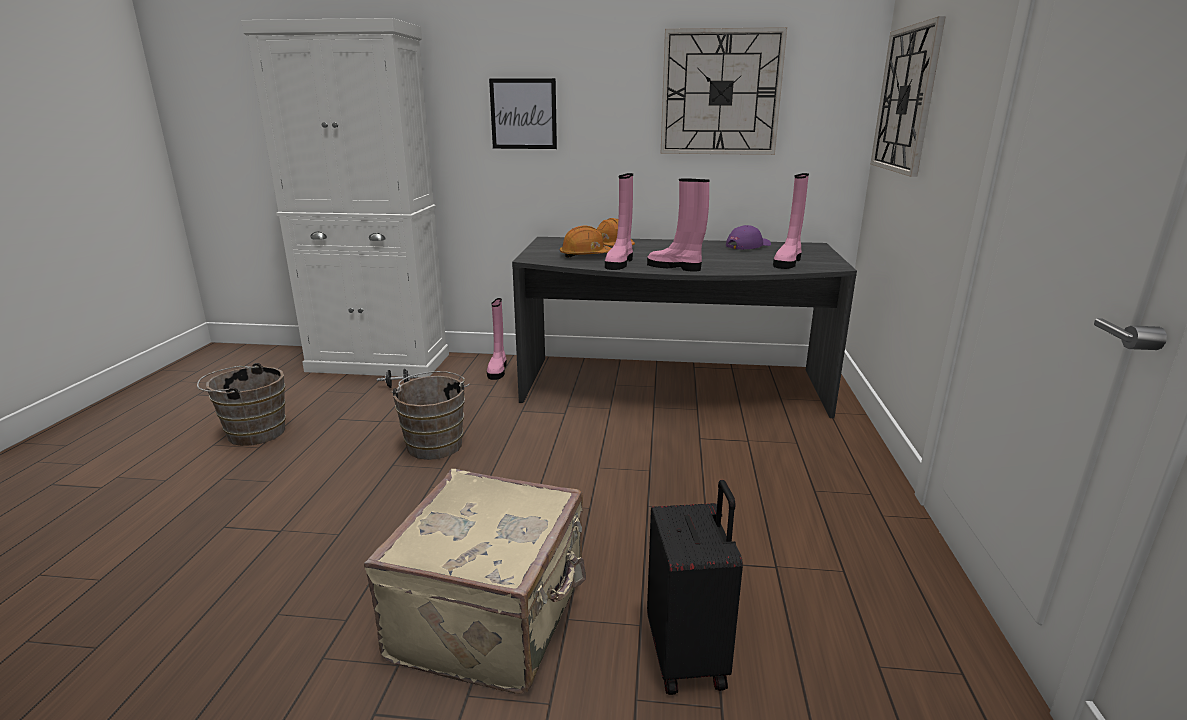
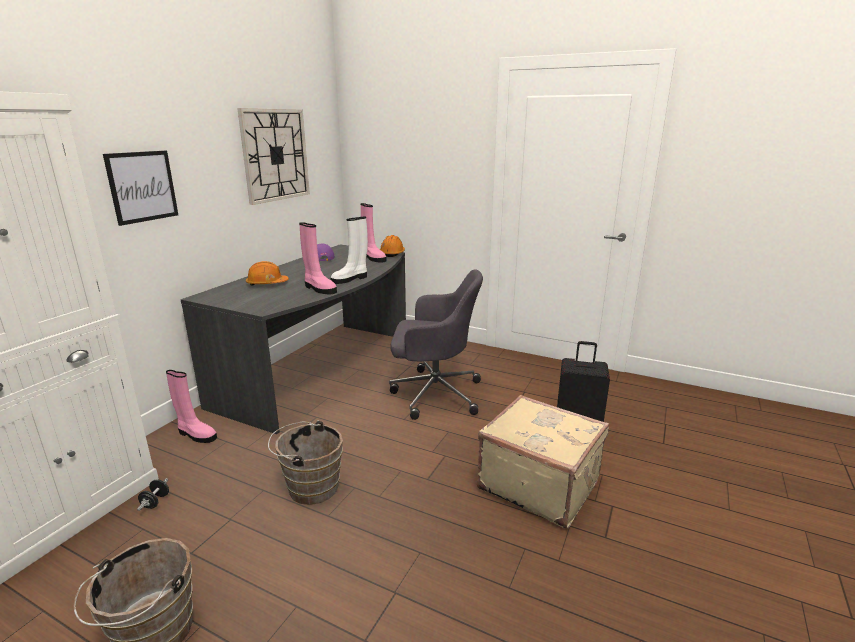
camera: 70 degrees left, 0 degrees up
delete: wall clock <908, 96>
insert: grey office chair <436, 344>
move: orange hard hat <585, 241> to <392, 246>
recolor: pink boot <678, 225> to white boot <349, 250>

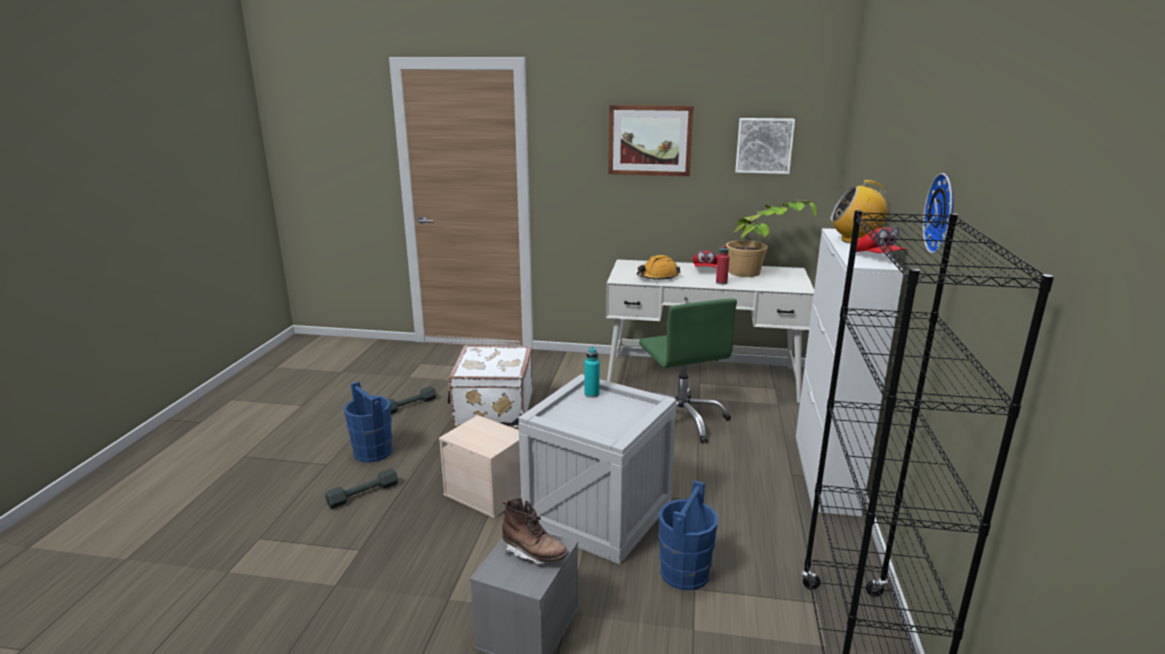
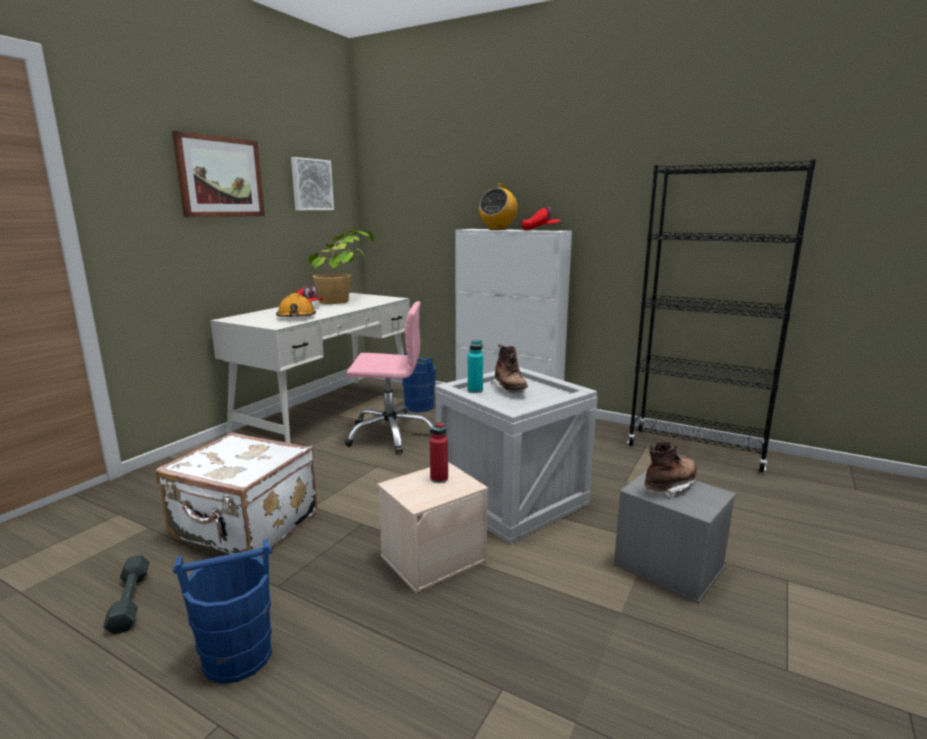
camera: 70 degrees left, 5 degrees down
delete: grey dumbbell <361, 488>; wall clock <938, 213>
insert: brown boot <509, 368>
move: blue bucket <688, 535> to <419, 382>; red bottle <722, 265> to <439, 452>
recolor: green office chair <688, 371> to pink office chair <388, 377>

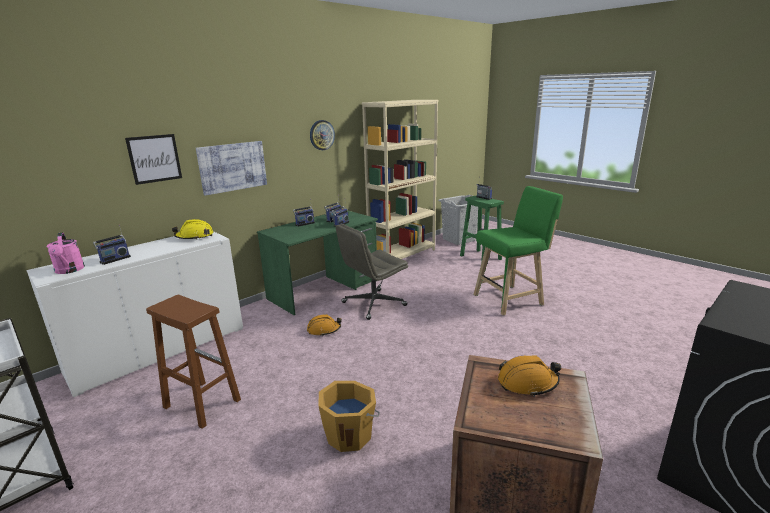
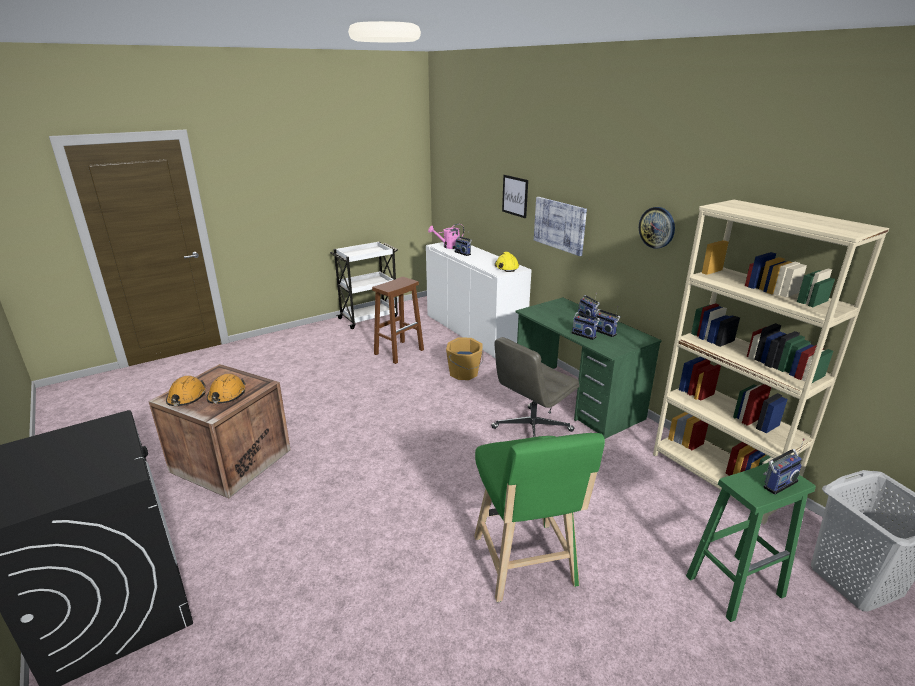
camera: 100 degrees right, 5 degrees up
move: orange hard hat <324, 325> to <186, 391>; orange bucket <349, 416> to <464, 358>
rotate: grey office chair <372, 272> = <535, 387> 105 degrees counterclockwise

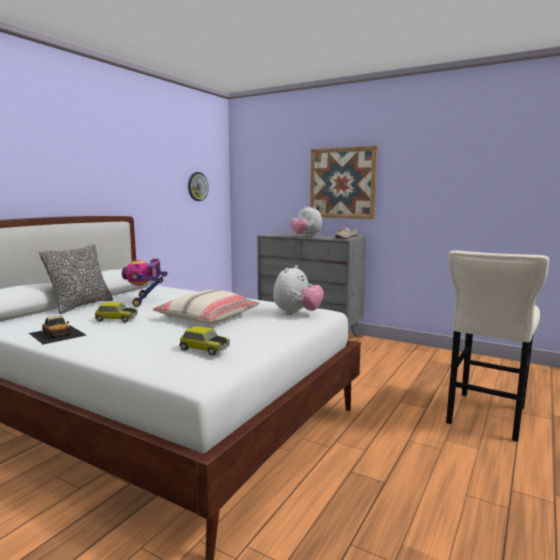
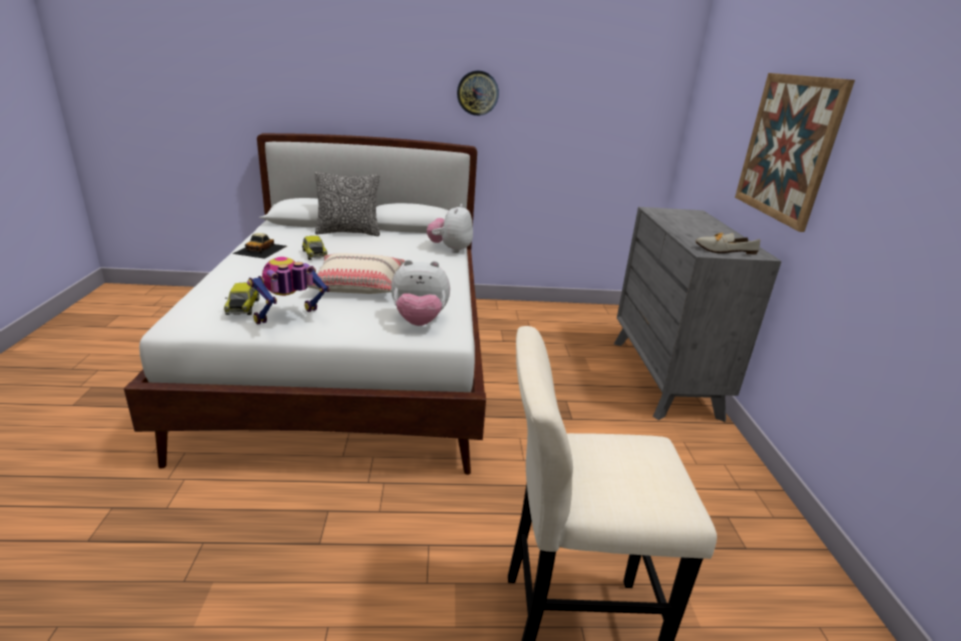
camera: 55 degrees right, 15 degrees up
move: toy robot <144, 282> to <288, 291>; plush toy <306, 221> to <450, 228>; wall clock <198, 186> to <478, 93>

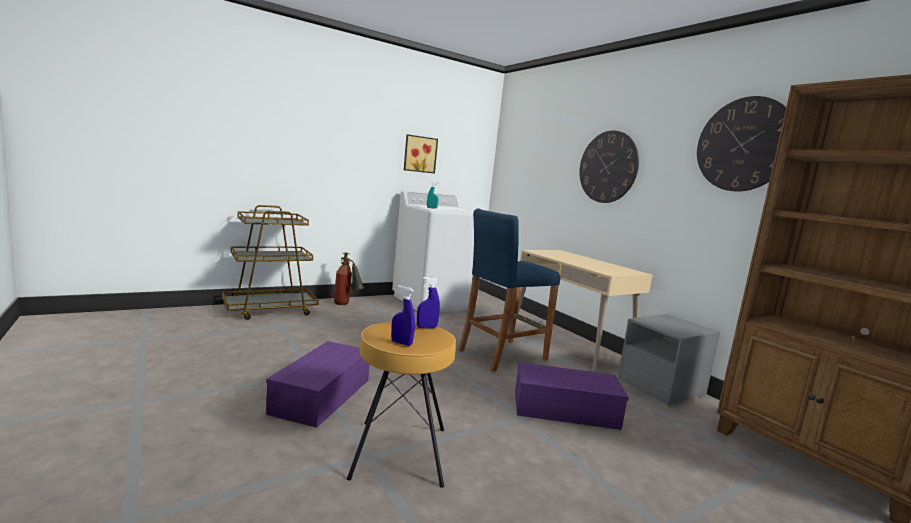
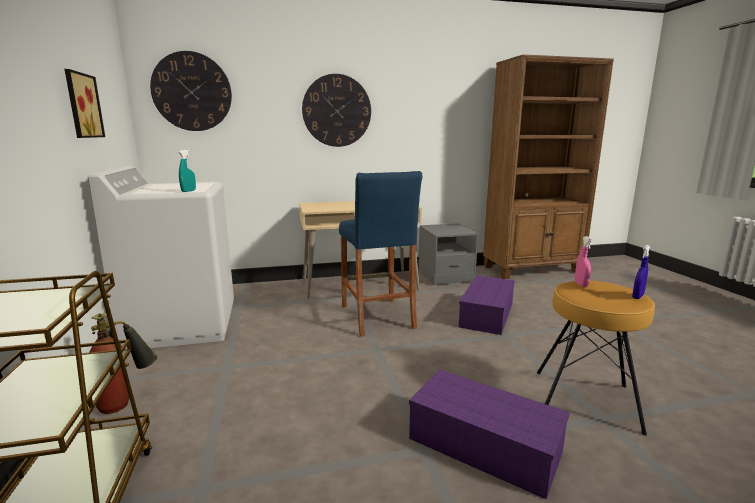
camera: 70 degrees left, 5 degrees up
move: wall clock <741, 143> to <191, 91>
recolor: blue spray bottle <428, 302> to pink spray bottle <584, 261>

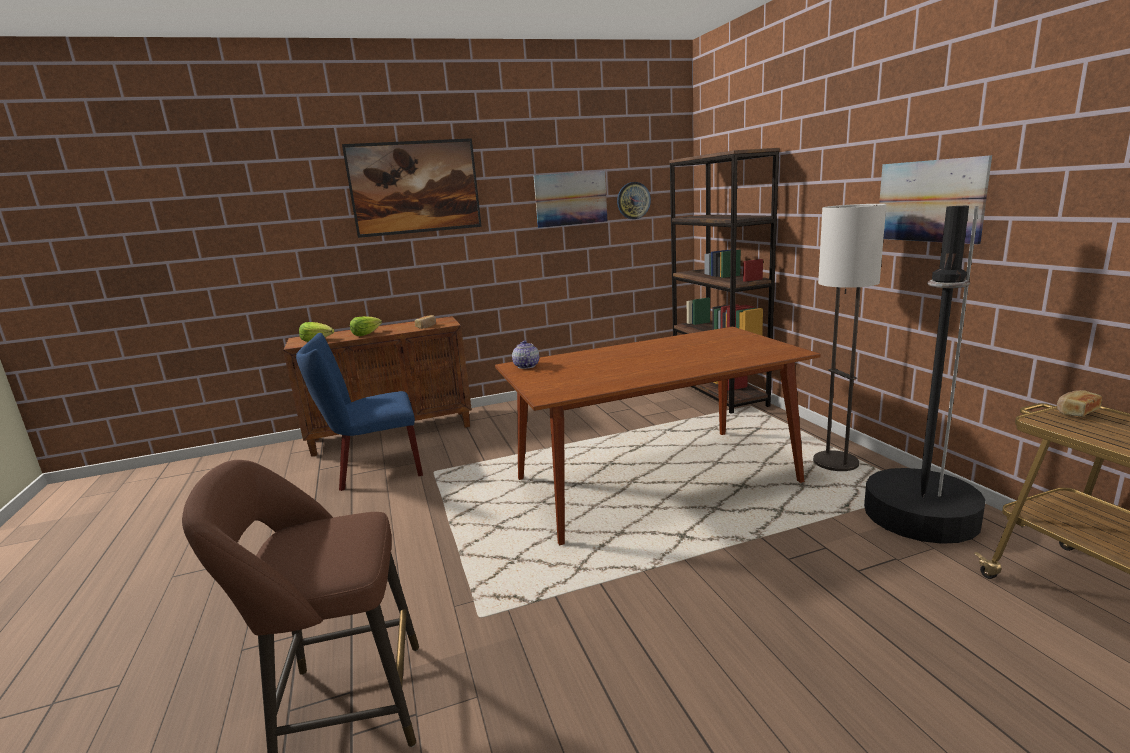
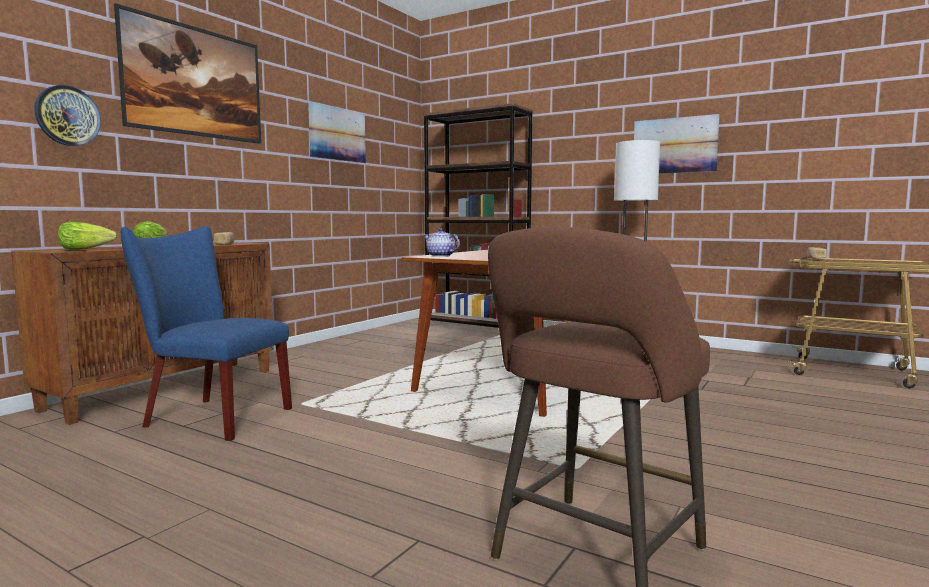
camera: 40 degrees left, 10 degrees down
delete: black floor lamp <925, 375>
move: wall clock <634, 200> to <67, 115>
rotate: blue chair <359, 412> = <206, 333> 75 degrees clockwise

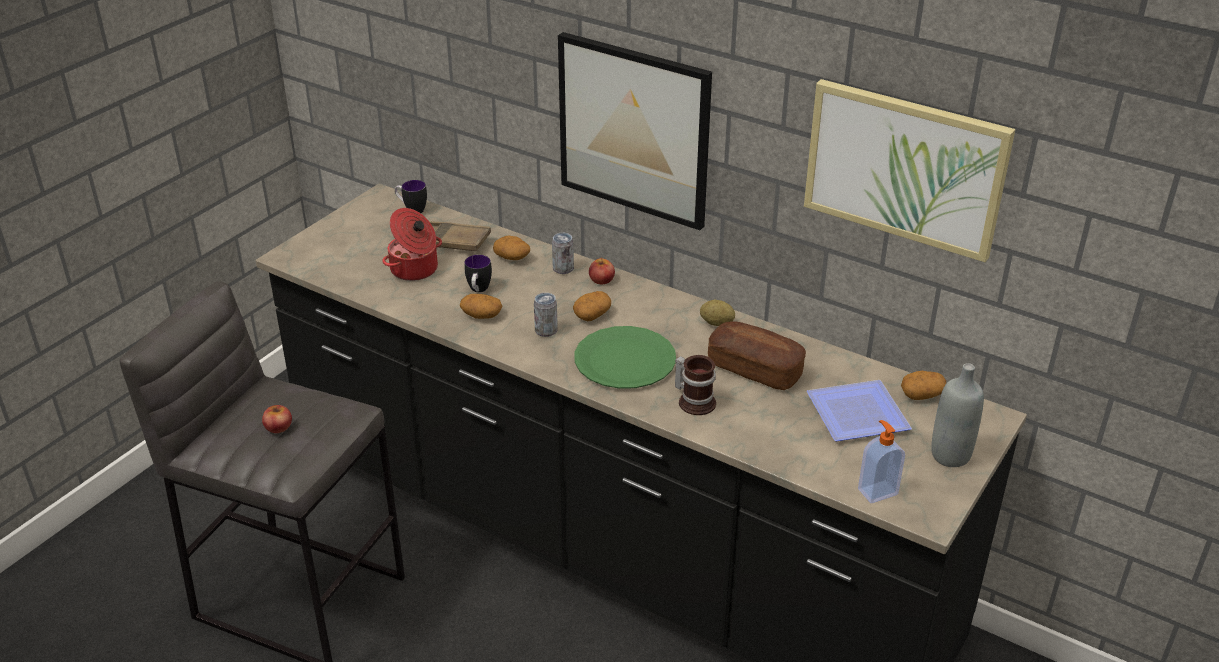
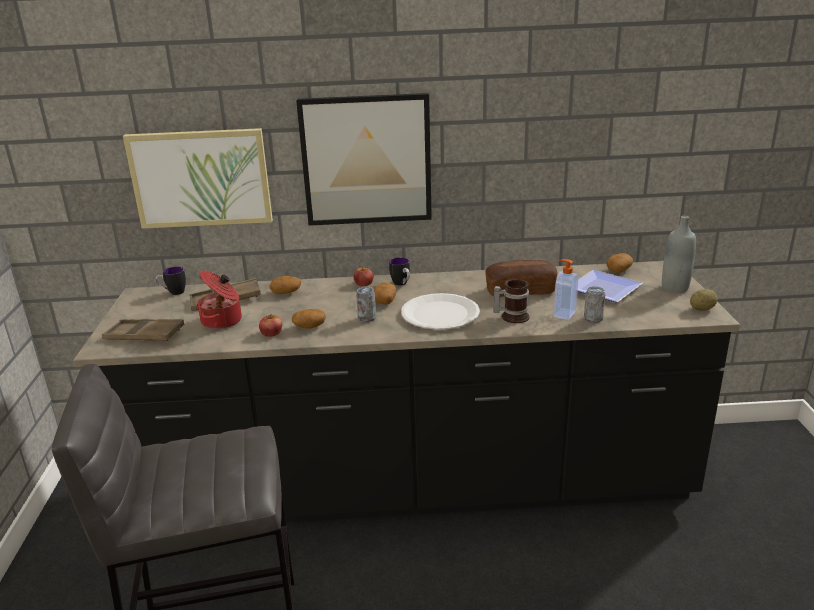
camera: 35 degrees left, 10 degrees down
insert: brown tray <143, 330>
move: picture <910, 170> to <198, 178>; apple <277, 419> to <270, 325>; mug <478, 273> to <399, 271>; soap dispenser <881, 461> to <565, 289>; can <563, 253> to <594, 304>; potato <717, 313> to <704, 300>
recolor: green plate <625, 357> to white plate <440, 311>

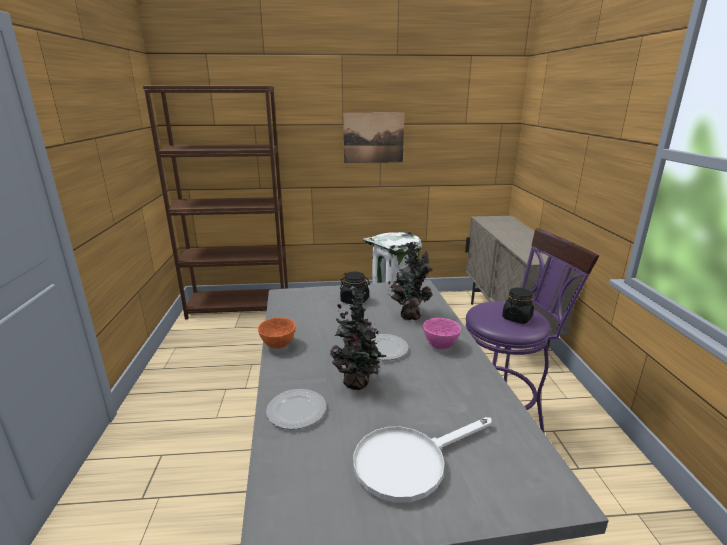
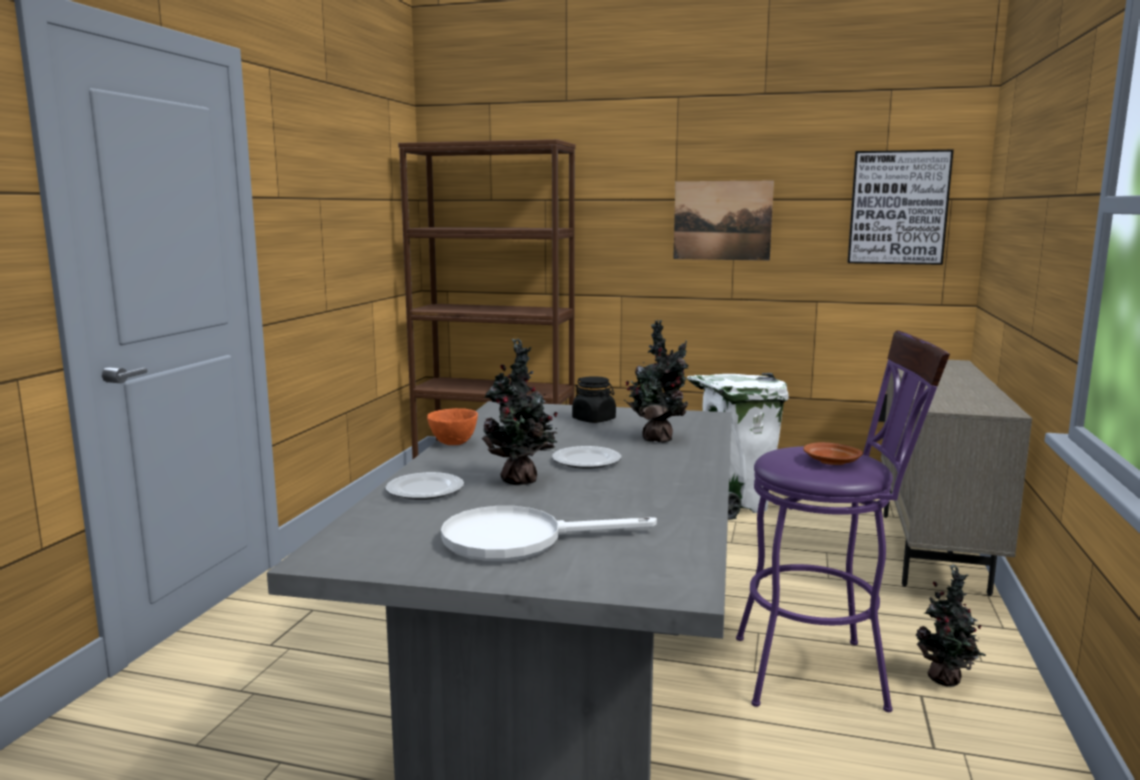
camera: 20 degrees right, 10 degrees down
delete: pink bowl <442, 333>
insert: picture <900, 207>; potted plant <951, 625>
replace: black jar <518, 305> to brown plate <833, 453>

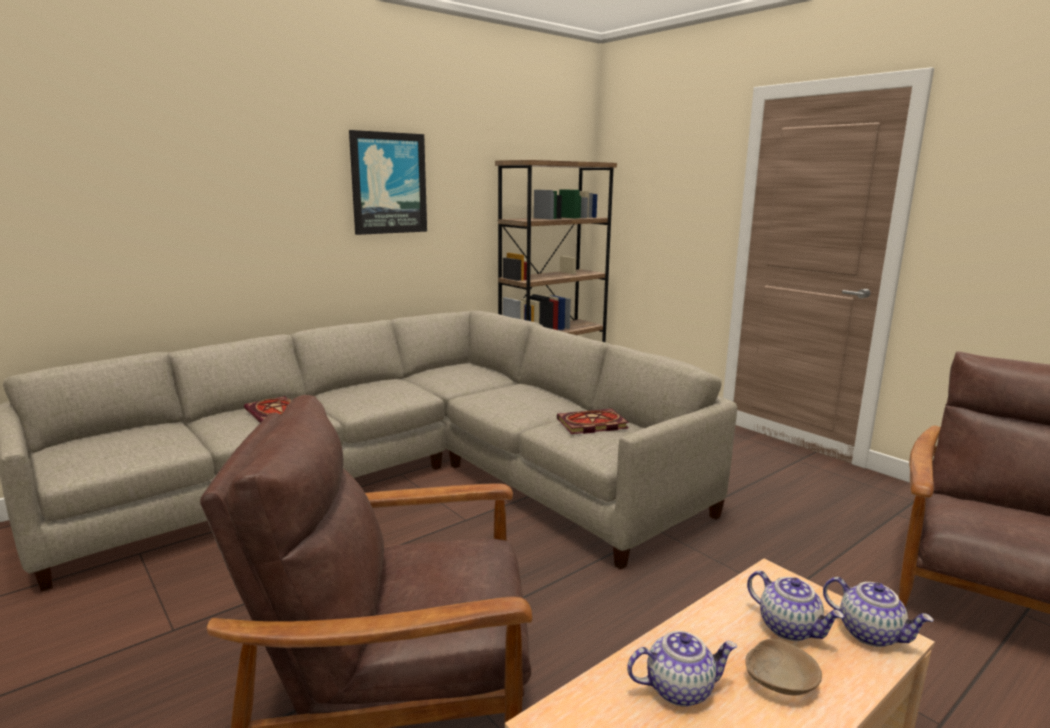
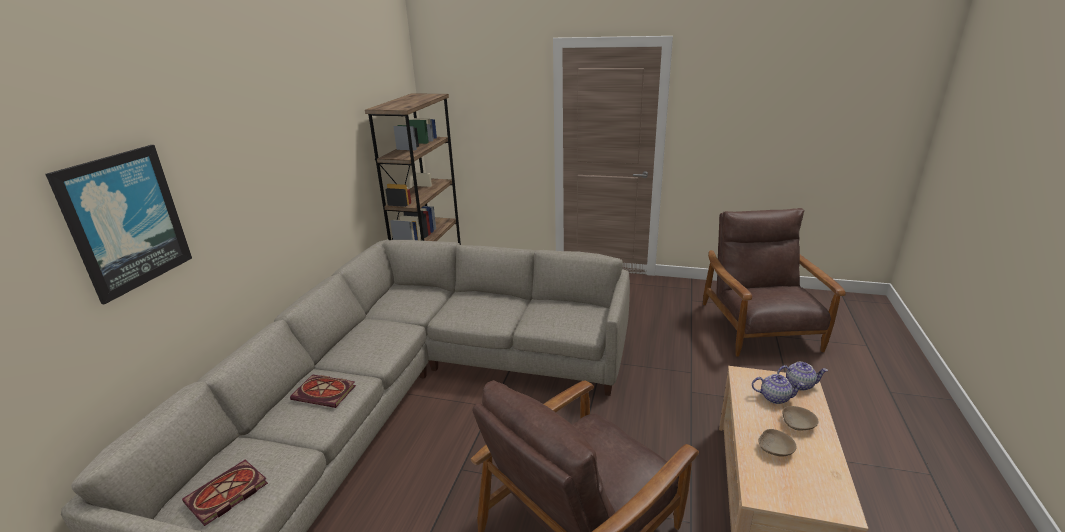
camera: 35 degrees left, 10 degrees up
move: picture <388, 182> to <118, 225>; book <593, 421> to <225, 493>
replace: teapot <682, 669> to beige bowl <778, 443>

